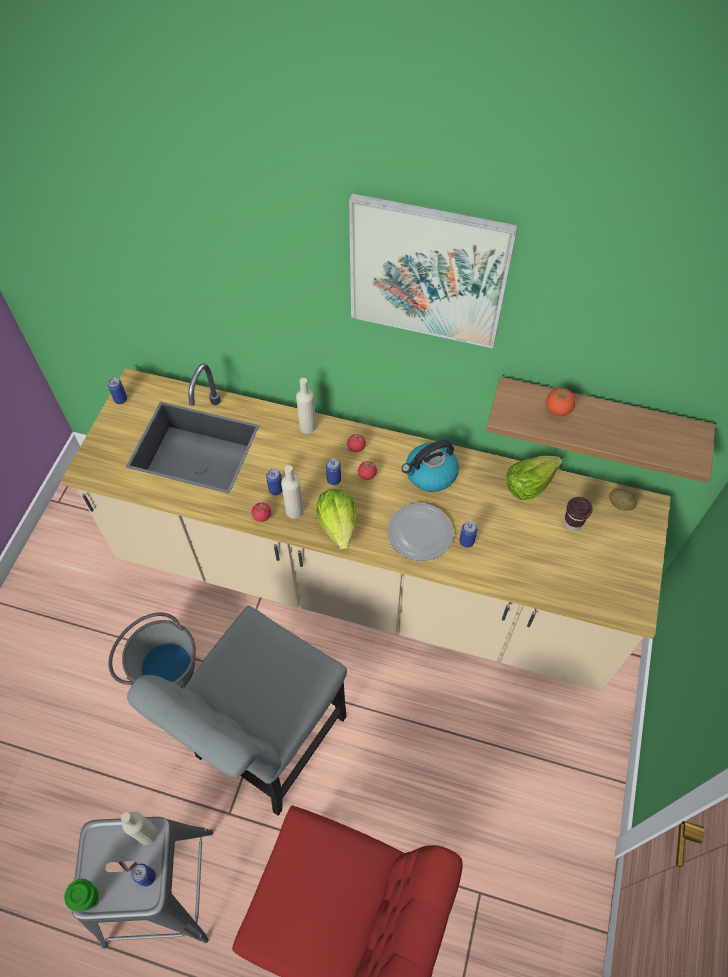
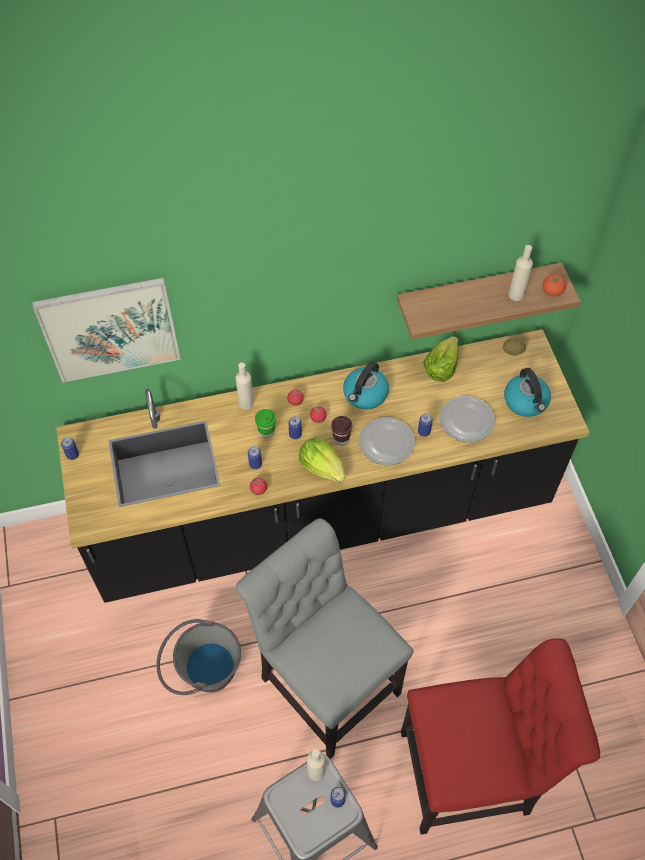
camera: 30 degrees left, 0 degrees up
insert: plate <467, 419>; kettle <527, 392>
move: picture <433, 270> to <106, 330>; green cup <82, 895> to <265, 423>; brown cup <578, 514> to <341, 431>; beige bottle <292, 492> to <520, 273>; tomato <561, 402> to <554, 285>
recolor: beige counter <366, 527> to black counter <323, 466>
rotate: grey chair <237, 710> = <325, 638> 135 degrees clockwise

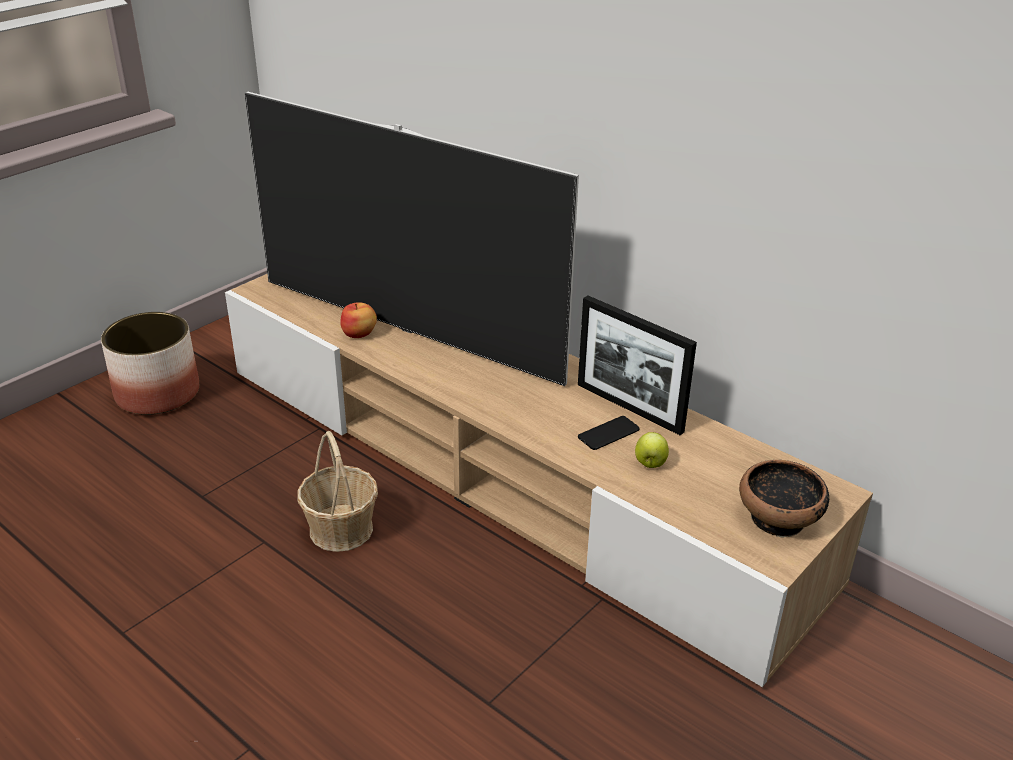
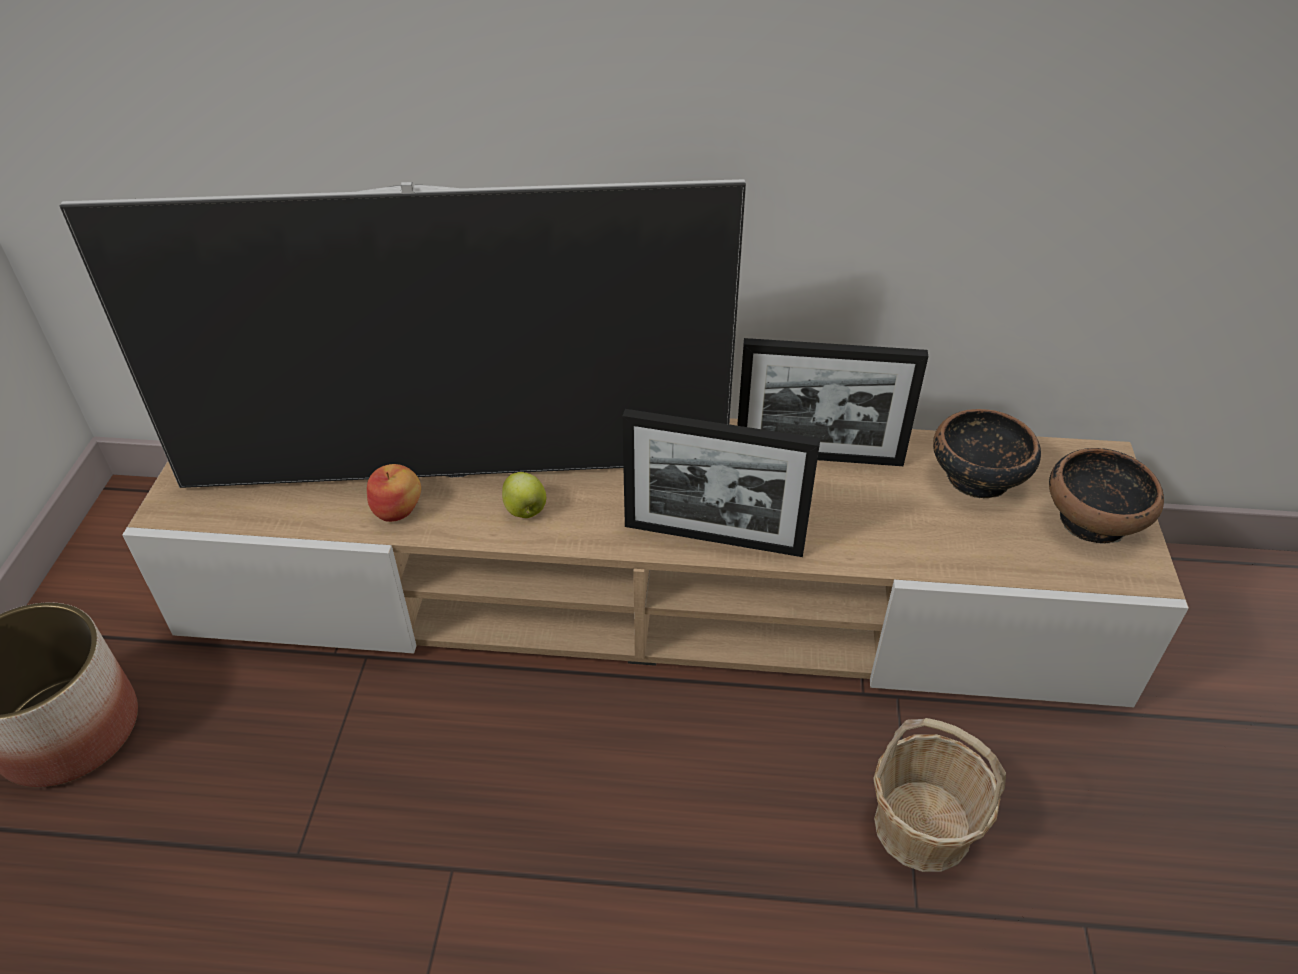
camera: 35 degrees left, 10 degrees up
delete: phone <609, 433>
insert: picture frame <721, 483>; bowl <987, 454>
move: apple <652, 450> to <524, 495>; basket <337, 491> to <939, 795>

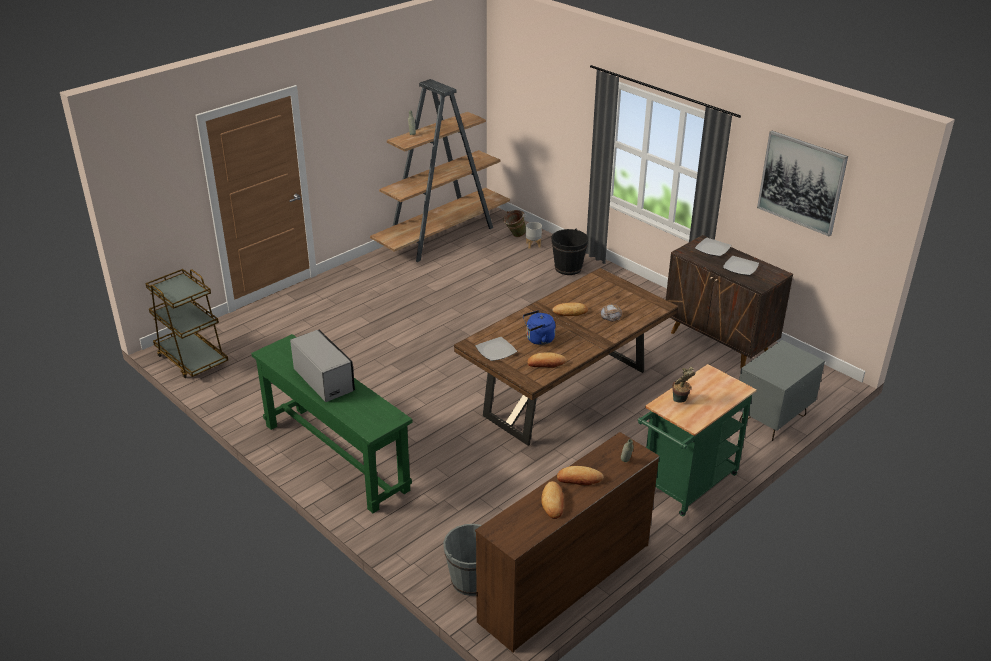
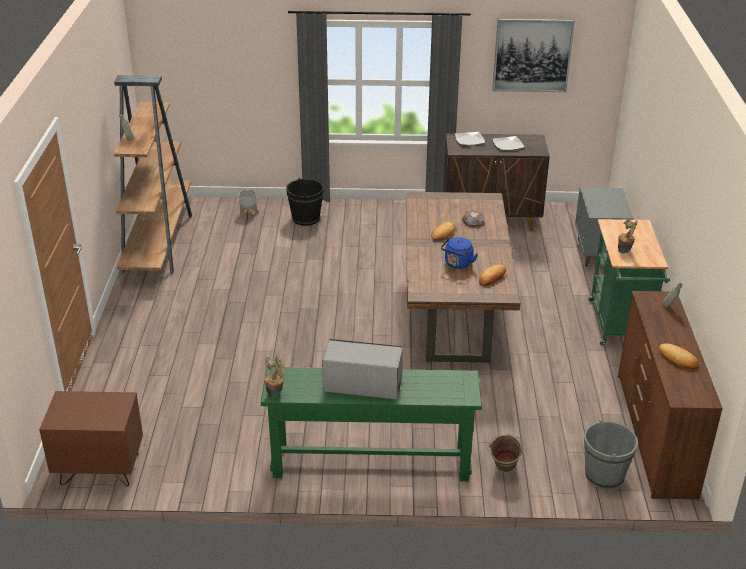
camera: 45 degrees left, 0 degrees up
delete: plate <496, 349>; bread <580, 476>
insert: potted plant <275, 377>
move: green bucket <514, 223> to <506, 453>
replace: brown cart <186, 323> to brown nightstand <91, 438>

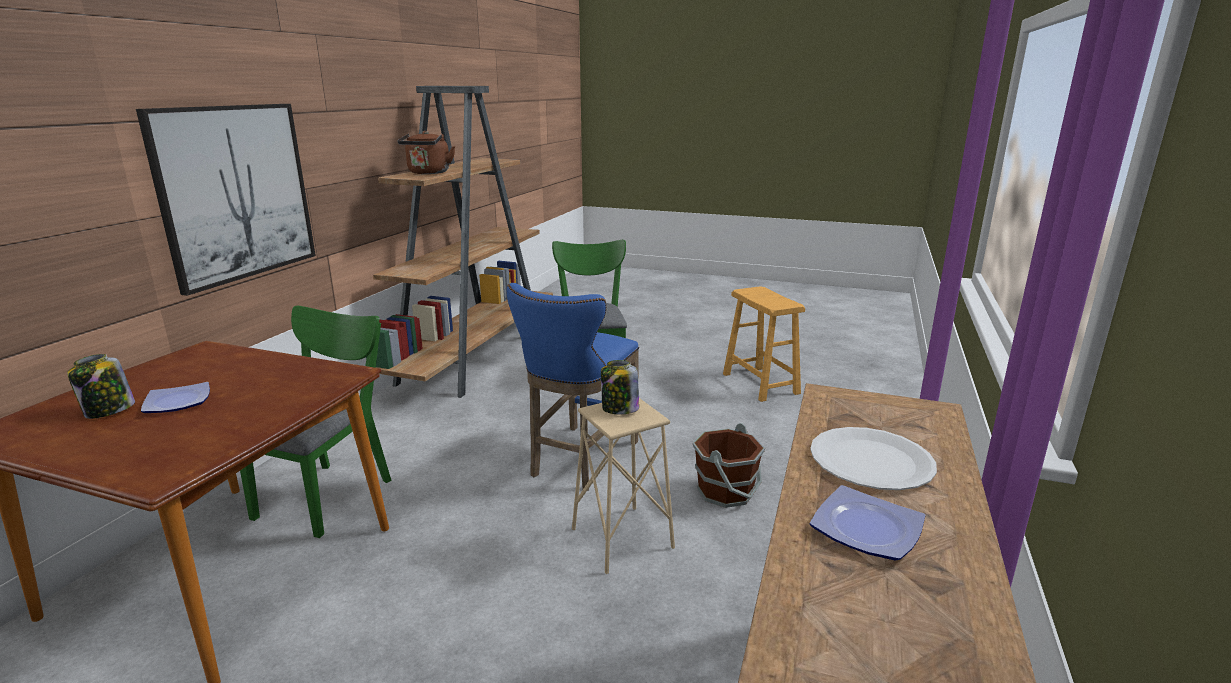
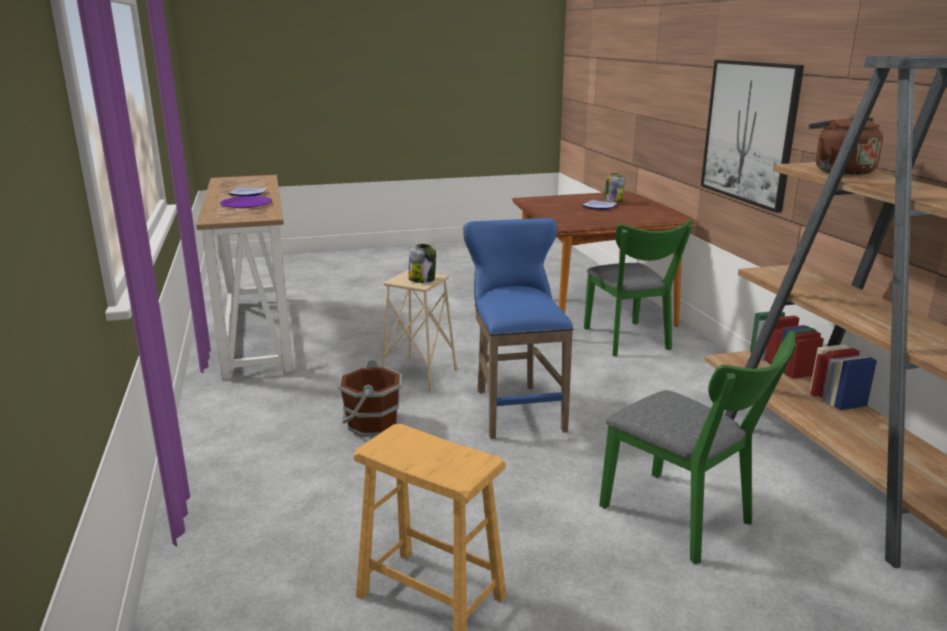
camera: 145 degrees right, 0 degrees up
recolor: white plate <873, 458> to purple plate <246, 202>

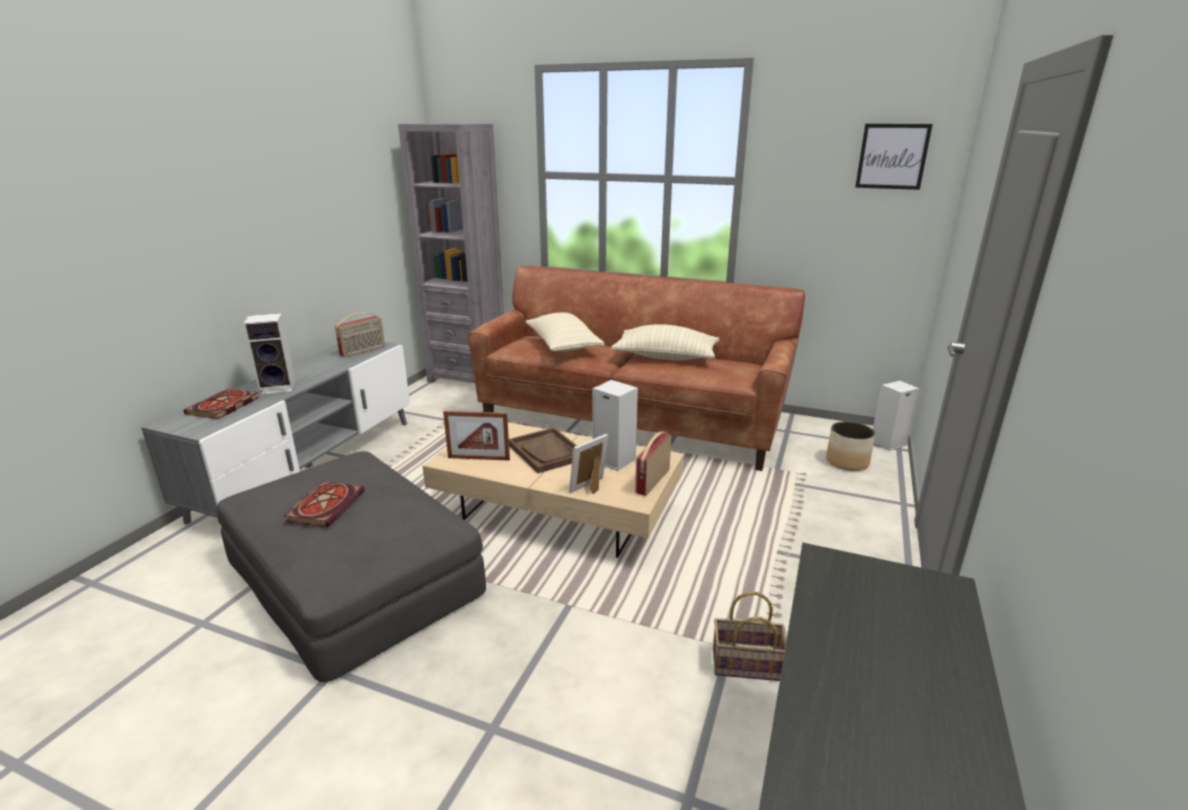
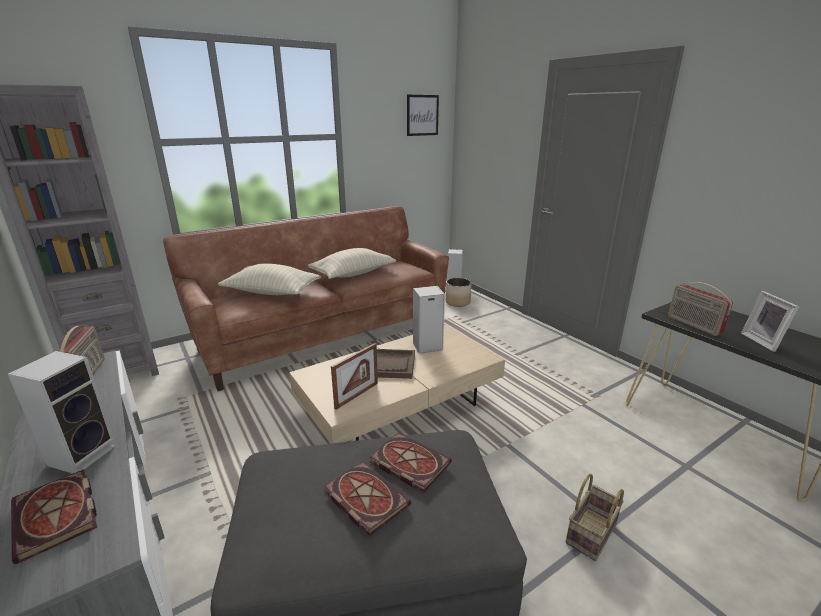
camera: 55 degrees left, 0 degrees up
insert: book <411, 462>
move: basket <750, 636> to <595, 517>; radio <653, 464> to <700, 309>; picture frame <589, 464> to <770, 321>

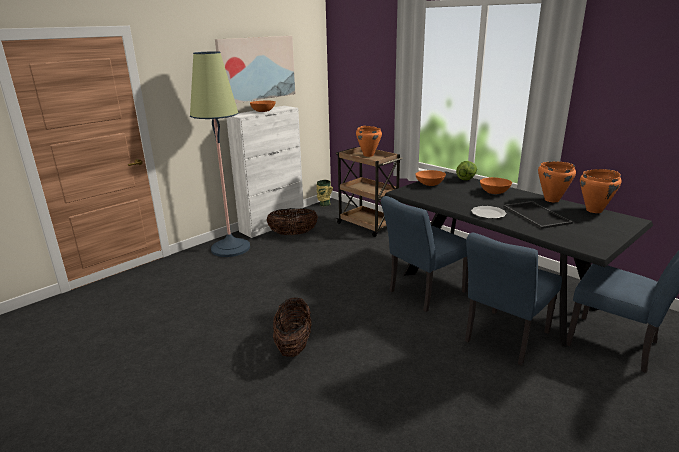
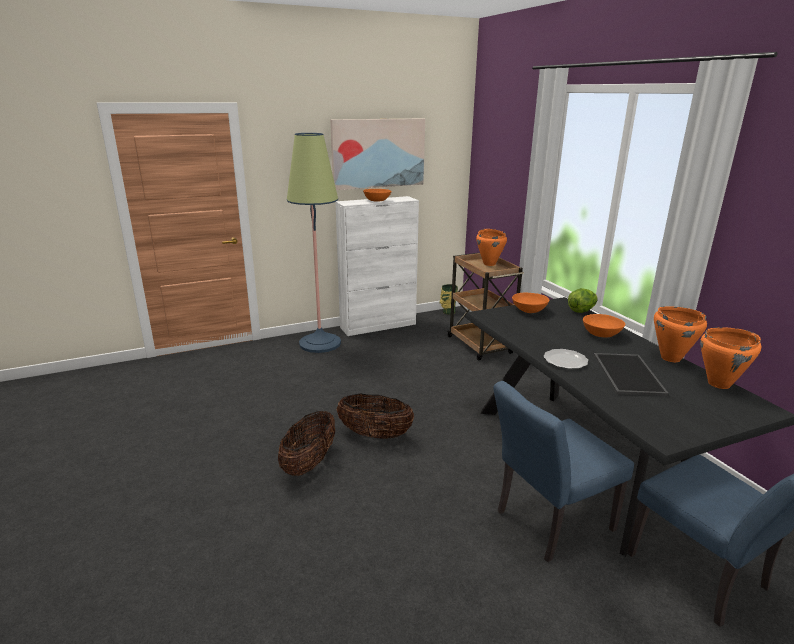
camera: 20 degrees right, 0 degrees up
delete: blue chair <424, 254>
move: basket <292, 221> to <375, 416>

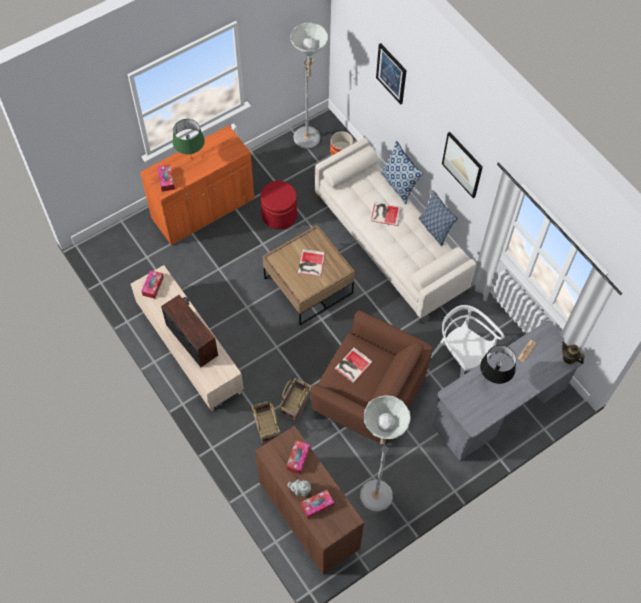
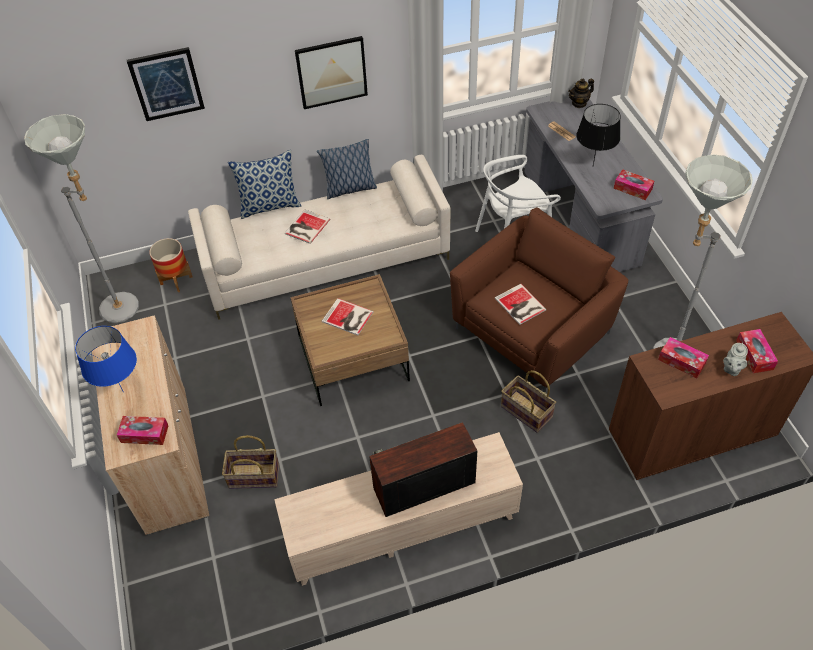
camera: 70 degrees left, 10 degrees down
delete: red ottoman <278, 205>
move: basket <266, 422> to <250, 462>; tissue box <152, 284> to <634, 184>
recolor: green table lamp <189, 139> to blue table lamp <106, 359>; orange cabinet <197, 185> to beige cabinet <150, 425>

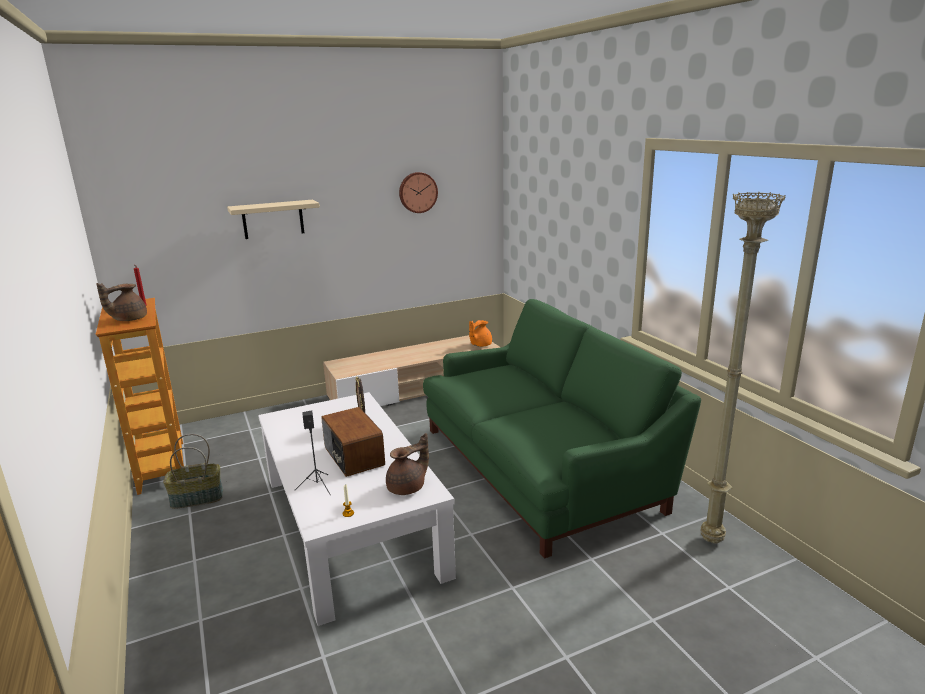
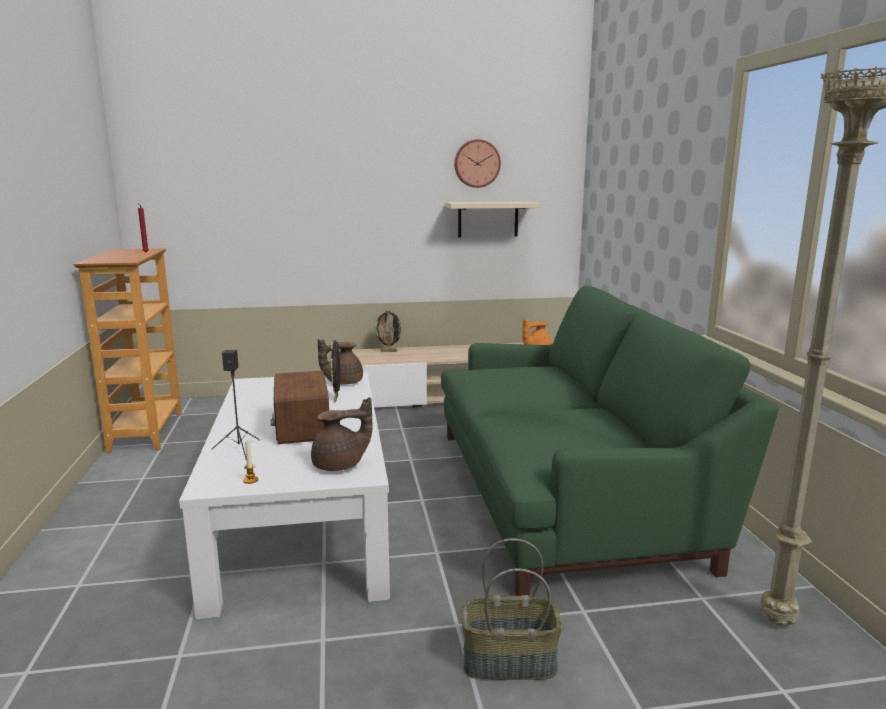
camera: 15 degrees right, 5 degrees down
insert: picture frame <388, 331>
move: brown teapot <121, 302> to <340, 362>; beige shelf <273, 219> to <492, 219>; basket <193, 471> to <512, 609>

